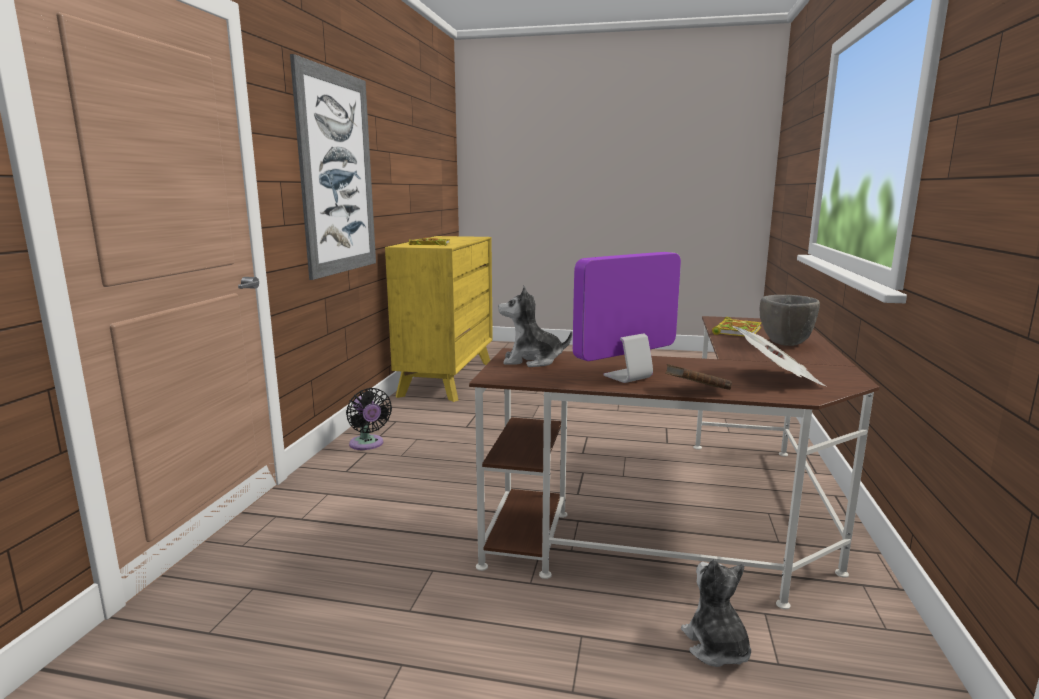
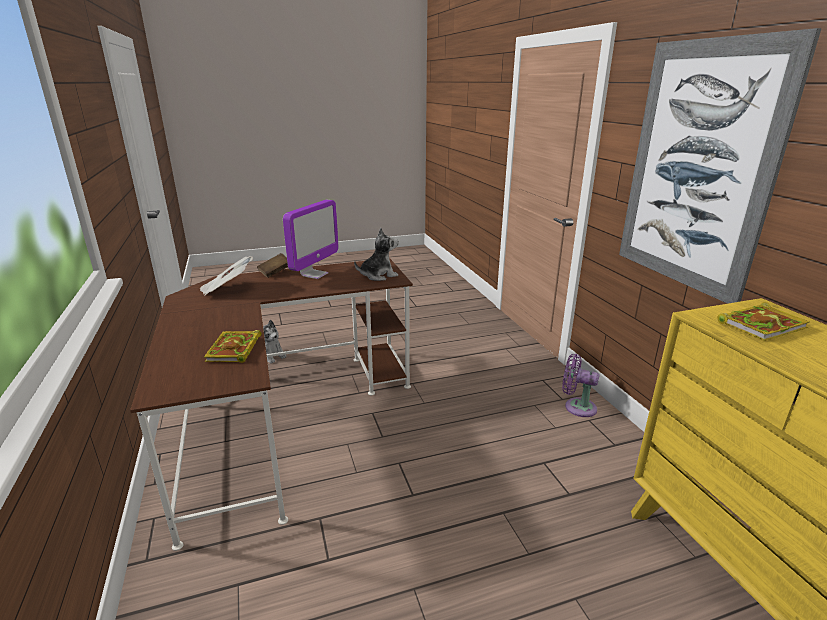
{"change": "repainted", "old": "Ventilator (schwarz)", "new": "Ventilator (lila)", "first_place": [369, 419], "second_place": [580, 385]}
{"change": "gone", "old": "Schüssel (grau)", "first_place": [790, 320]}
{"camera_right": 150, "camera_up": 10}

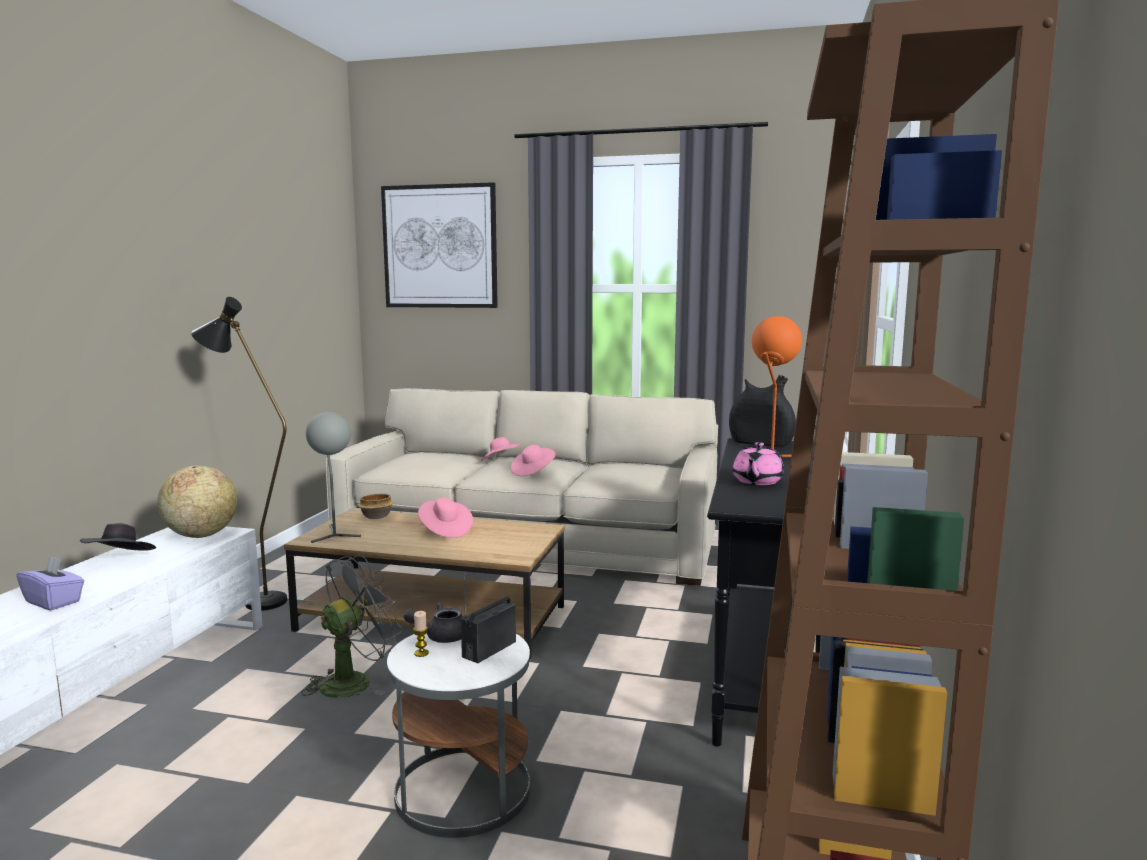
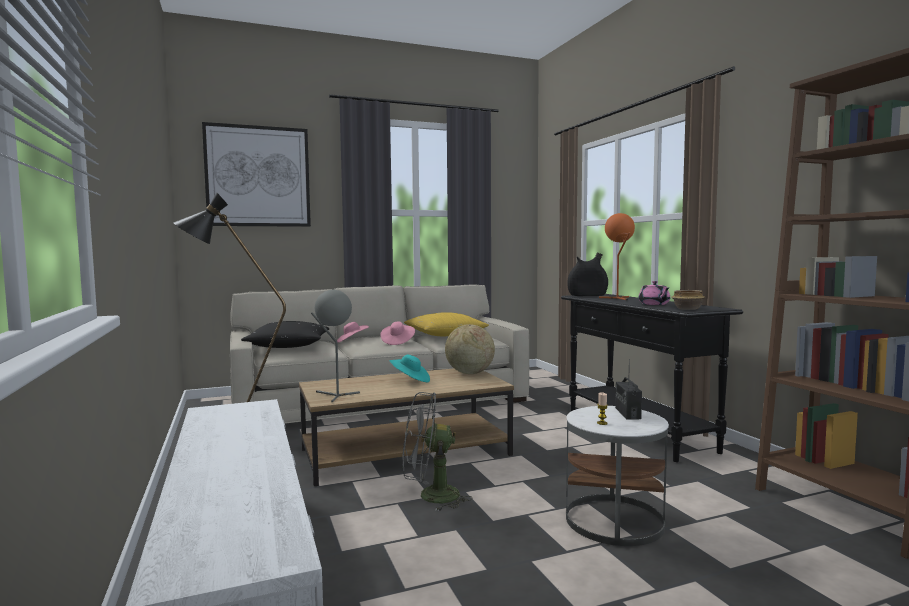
{"change": "new", "new": "Kissen (schwarz)", "second_place": [285, 334]}
{"change": "repainted", "old": "Hut (rosa)", "new": "Hut (türkis)", "first_place": [445, 518], "second_place": [410, 369]}
{"change": "rotated", "old": "Ventilator (grau)", "first_place": [352, 626], "second_place": [437, 452], "degrees": -105}
{"change": "new", "new": "Kissen (gelb)", "second_place": [446, 324]}
{"change": "shifted", "old": "Globus", "first_place": [197, 501], "second_place": [470, 349]}
{"change": "shifted", "old": "Schüssel", "first_place": [376, 506], "second_place": [688, 300]}
{"change": "gone", "old": "Taschentuchbox (lila)", "first_place": [50, 583]}
{"change": "gone", "old": "Hut (schwarz)", "first_place": [118, 537]}
{"change": "gone", "old": "Teekanne (grau)", "first_place": [433, 622]}
{"camera_right": -35, "camera_up": -5}

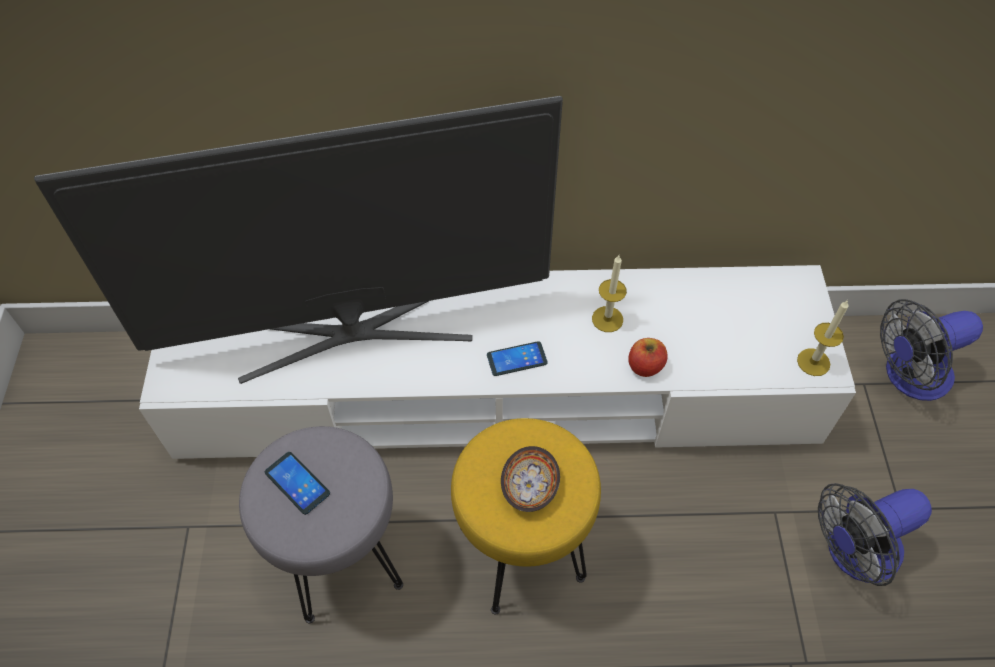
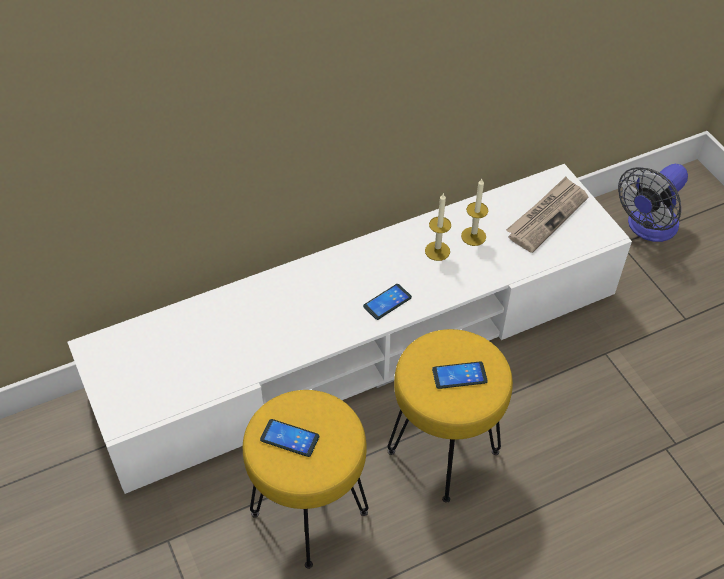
{"change": "repainted", "old": "Hocker (grau)", "new": "Hocker (gelb)", "first_place": [321, 524], "second_place": [306, 479]}
{"change": "swapped", "old": "Schüssel", "new": "Handy", "first_place": [530, 479], "second_place": [460, 375]}
{"change": "shifted", "old": "Kerze", "first_place": [823, 338], "second_place": [474, 212]}
{"change": "new", "new": "Zeitung", "second_place": [547, 215]}
{"change": "gone", "old": "Fernseher", "first_place": [298, 240]}
{"change": "gone", "old": "Apfel", "first_place": [647, 357]}
{"change": "gone", "old": "Ventilator", "first_place": [875, 534]}
{"camera_right": -25, "camera_up": -5}

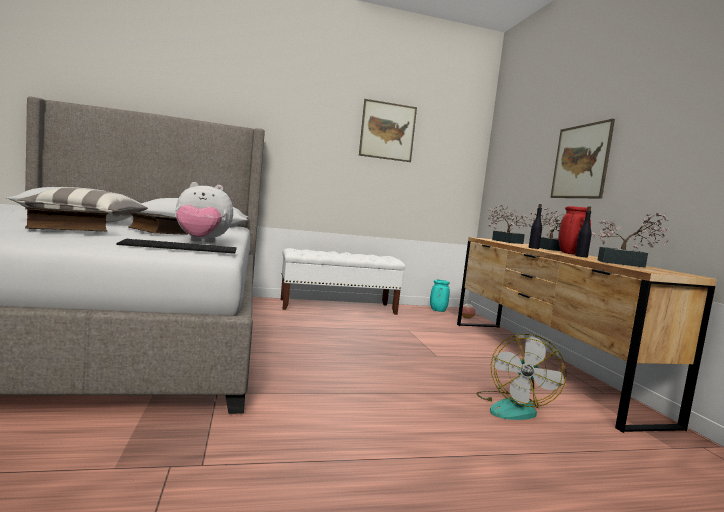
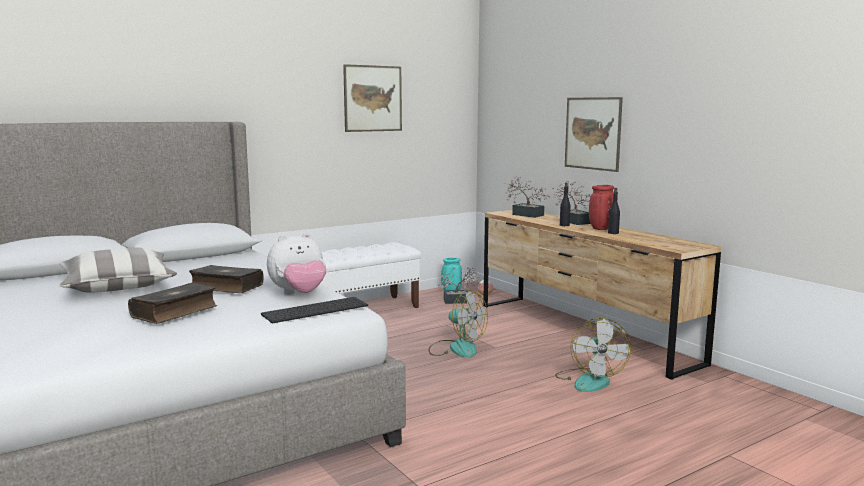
{"change": "new", "new": "Ventilator", "second_place": [458, 324]}
{"change": "shifted", "old": "Topfpflanze", "first_place": [630, 240], "second_place": [458, 285]}
{"camera_right": -20, "camera_up": 5}

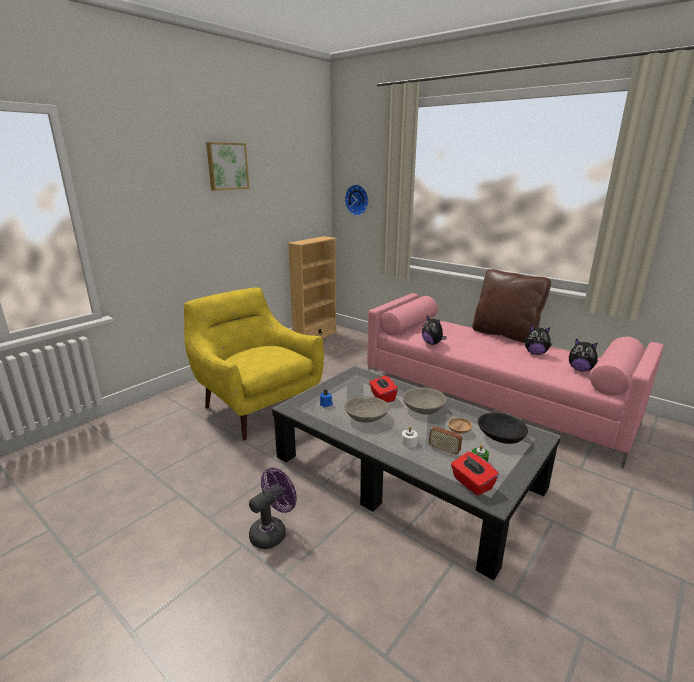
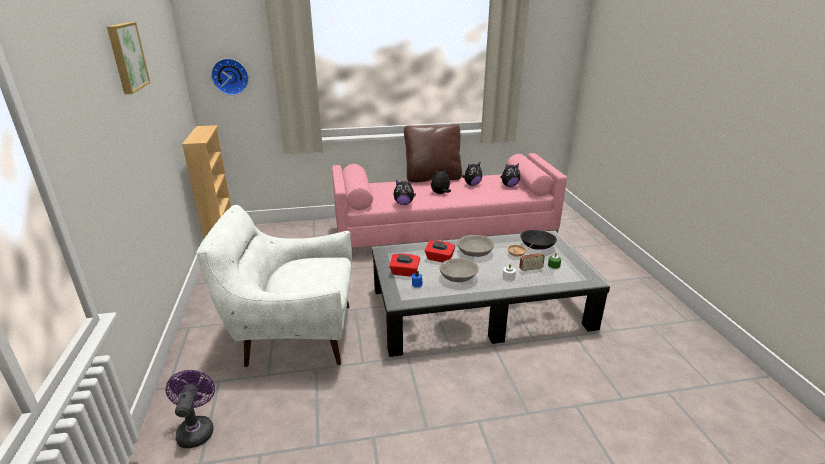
{"change": "shifted", "old": "Ventilator (lila)", "first_place": [273, 508], "second_place": [190, 409]}
{"change": "repainted", "old": "Sessel (gelb)", "new": "Sessel (weiß)", "first_place": [254, 364], "second_place": [274, 286]}
{"change": "shifted", "old": "Taschentuchbox (rot)", "first_place": [475, 474], "second_place": [404, 265]}
{"change": "new", "new": "Plüschtier", "second_place": [441, 181]}
{"camera_right": -50, "camera_up": 5}

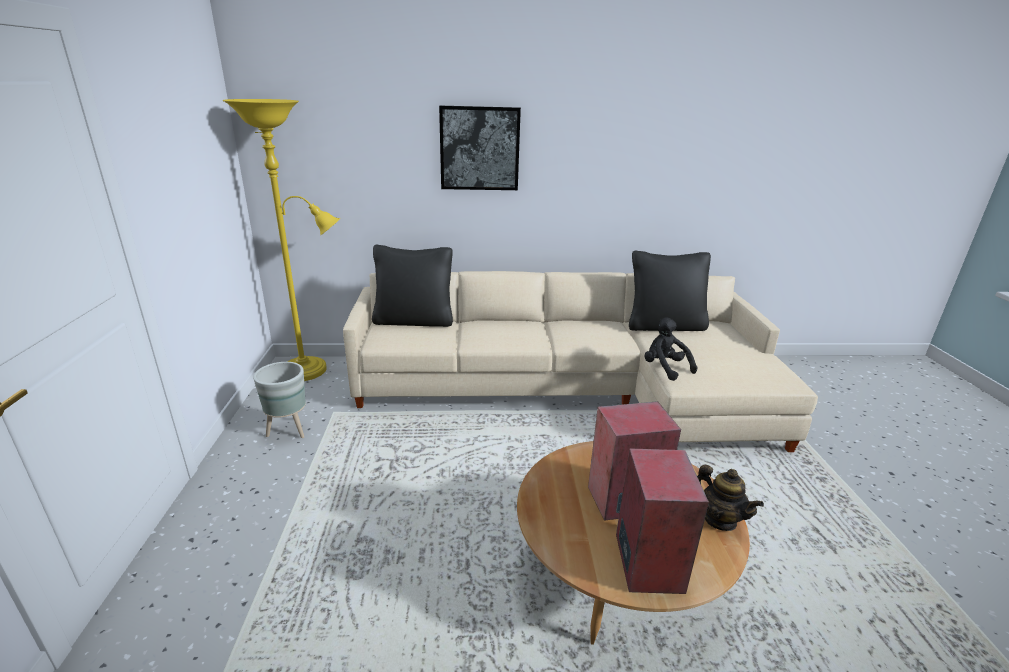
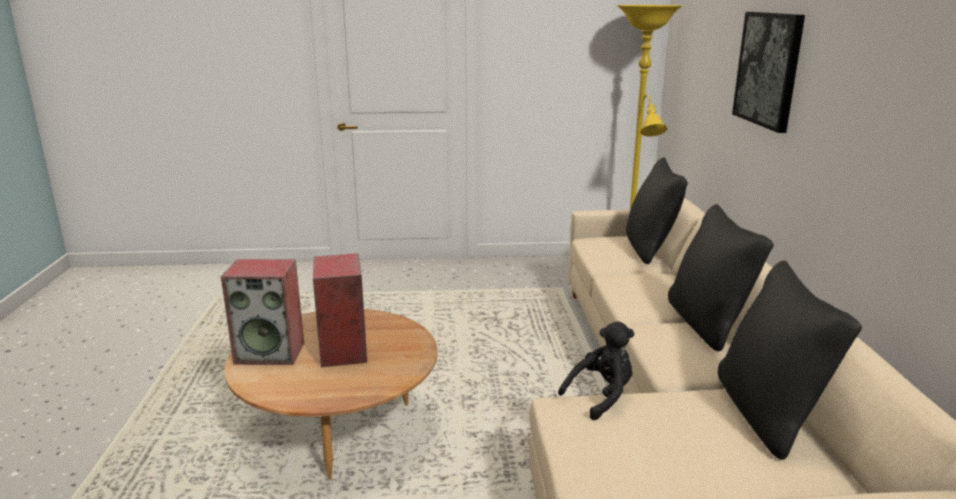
{"change": "new", "new": "Kissen (schwarz)", "second_place": [721, 277]}
{"change": "gone", "old": "Pflanzkübel (grau)", "first_place": [279, 400]}
{"change": "gone", "old": "Teekanne", "first_place": [730, 498]}
{"camera_right": 90, "camera_up": -5}

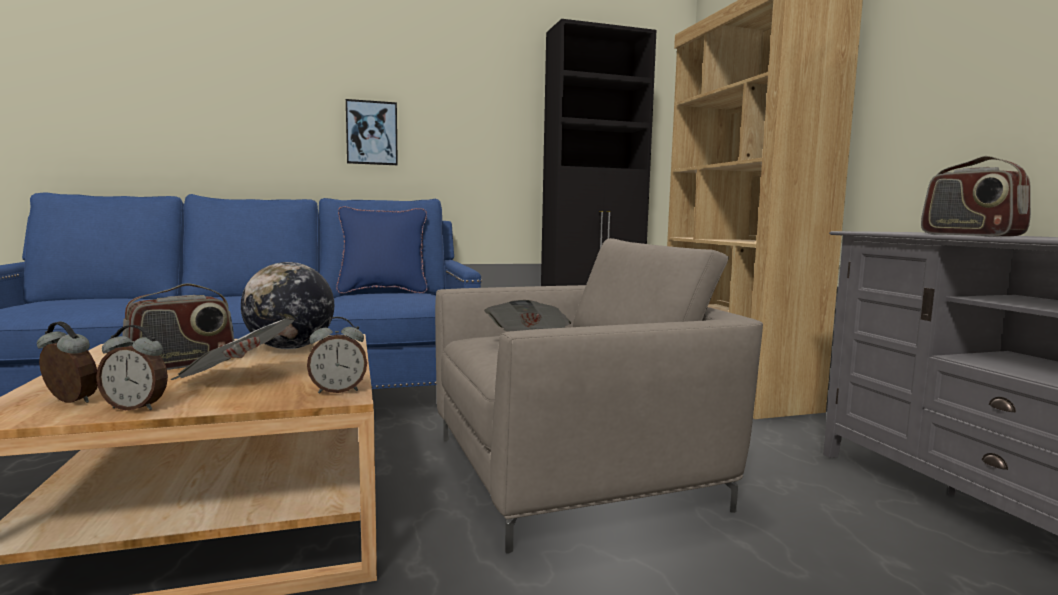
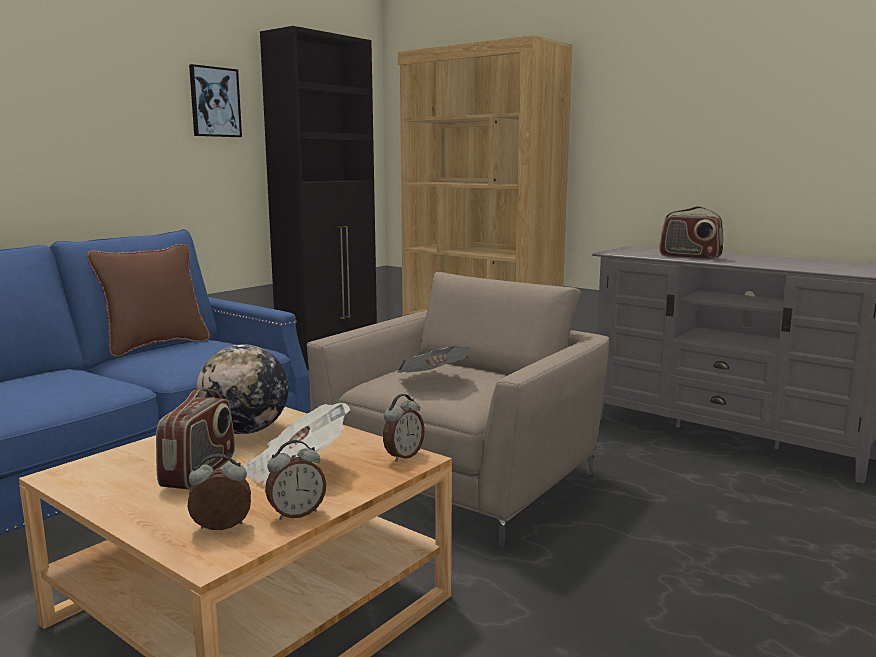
{"change": "repainted", "old": "Kissen (blau)", "new": "Kissen (braun)", "first_place": [382, 250], "second_place": [148, 300]}
{"change": "shifted", "old": "Bild", "first_place": [372, 132], "second_place": [215, 100]}
{"camera_right": -35, "camera_up": 5}

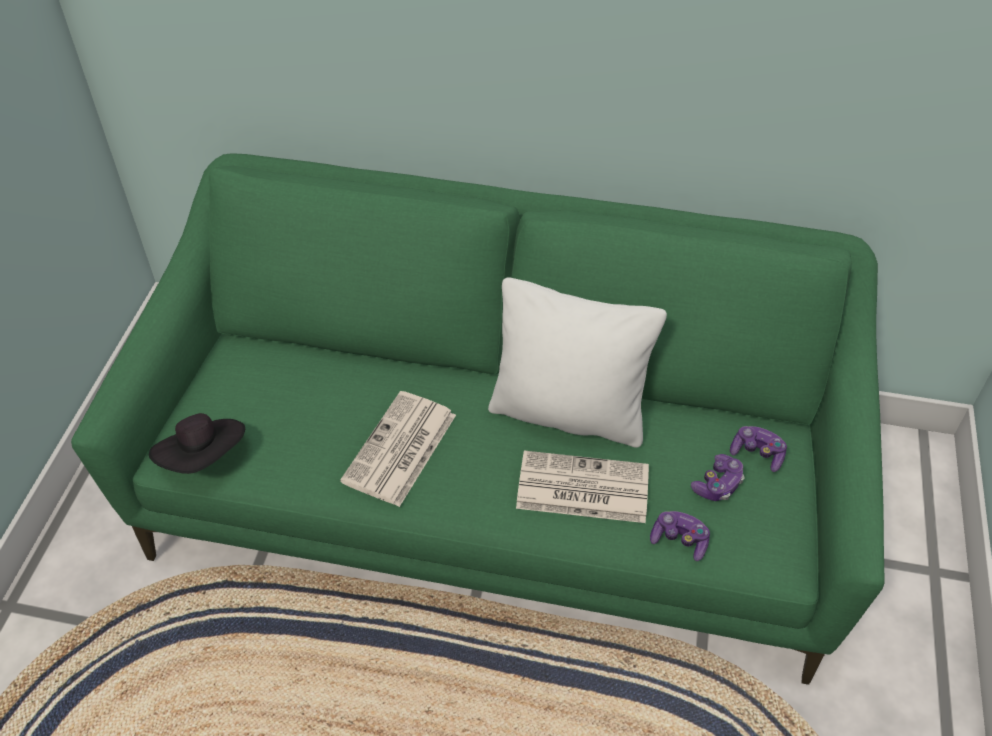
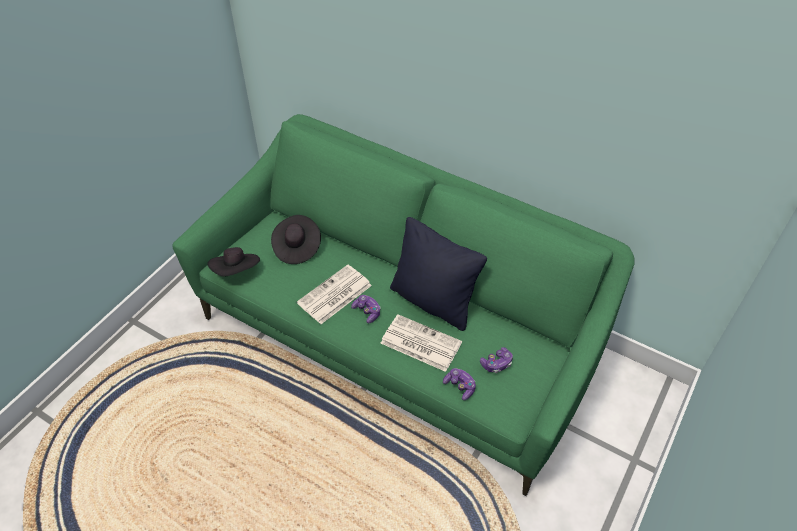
{"change": "new", "new": "Hut (schwarz)", "second_place": [296, 239]}
{"change": "shifted", "old": "Gamepad", "first_place": [758, 449], "second_place": [366, 309]}
{"change": "repainted", "old": "Kissen (weiß)", "new": "Kissen (schwarz)", "first_place": [577, 362], "second_place": [438, 274]}
{"camera_right": 20, "camera_up": 0}

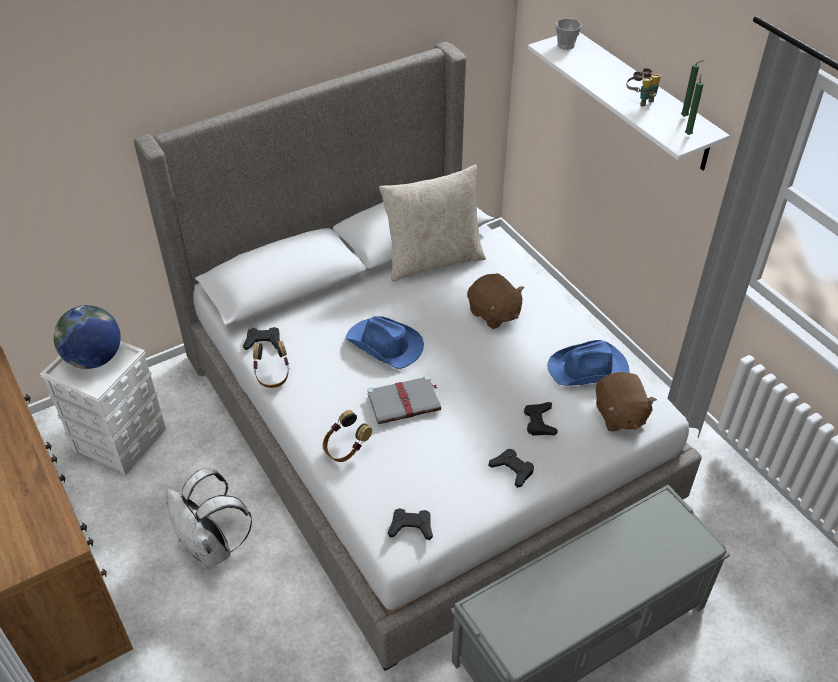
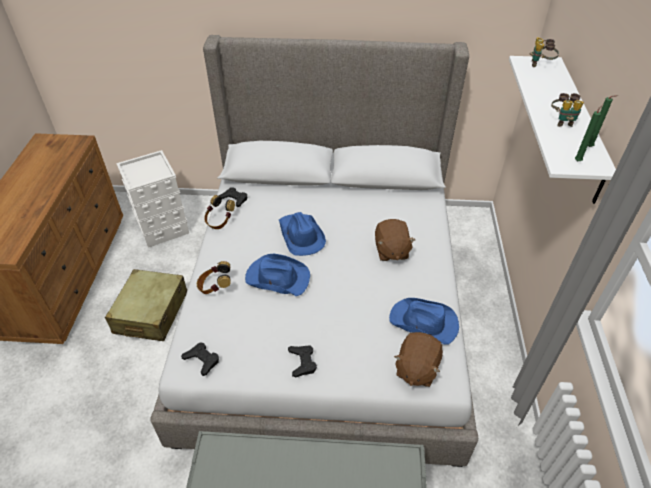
{"change": "swapped", "old": "Rucksack (weiß)", "new": "Koffer (beige)", "first_place": [209, 518], "second_place": [146, 305]}
{"change": "swapped", "old": "Buch (grau)", "new": "Hut (blau)", "first_place": [404, 400], "second_place": [277, 275]}
{"change": "swapped", "old": "Tasse", "new": "Fernglas", "first_place": [569, 34], "second_place": [544, 52]}
{"change": "gone", "old": "Globus", "first_place": [87, 337]}
{"change": "gone", "old": "Kissen (beige)", "first_place": [432, 223]}
{"change": "gone", "old": "Gamepad (schwarz)", "first_place": [541, 418]}
{"camera_right": 35, "camera_up": 0}

